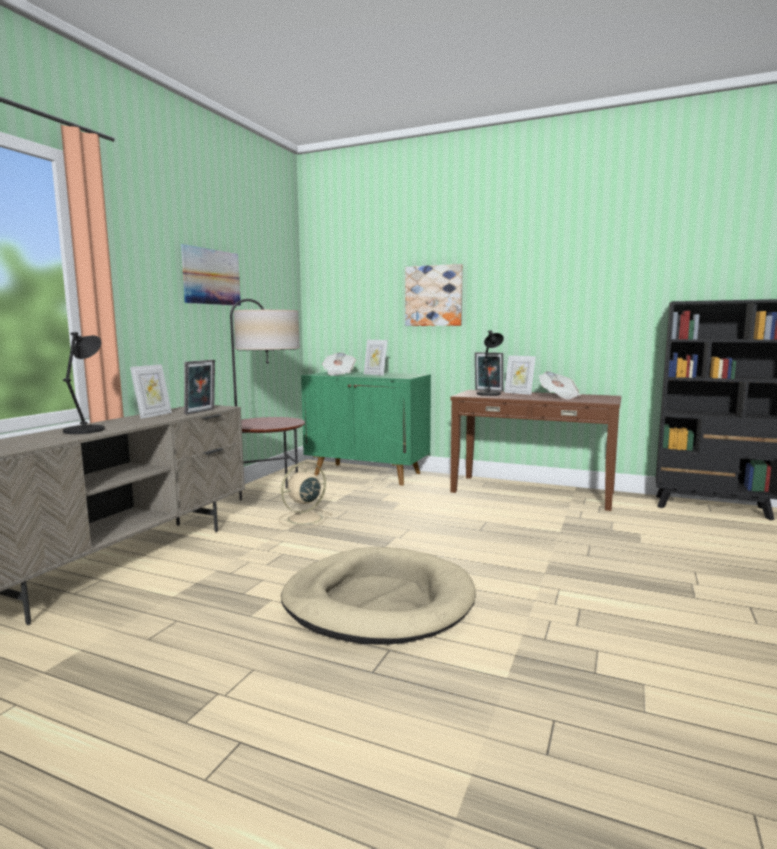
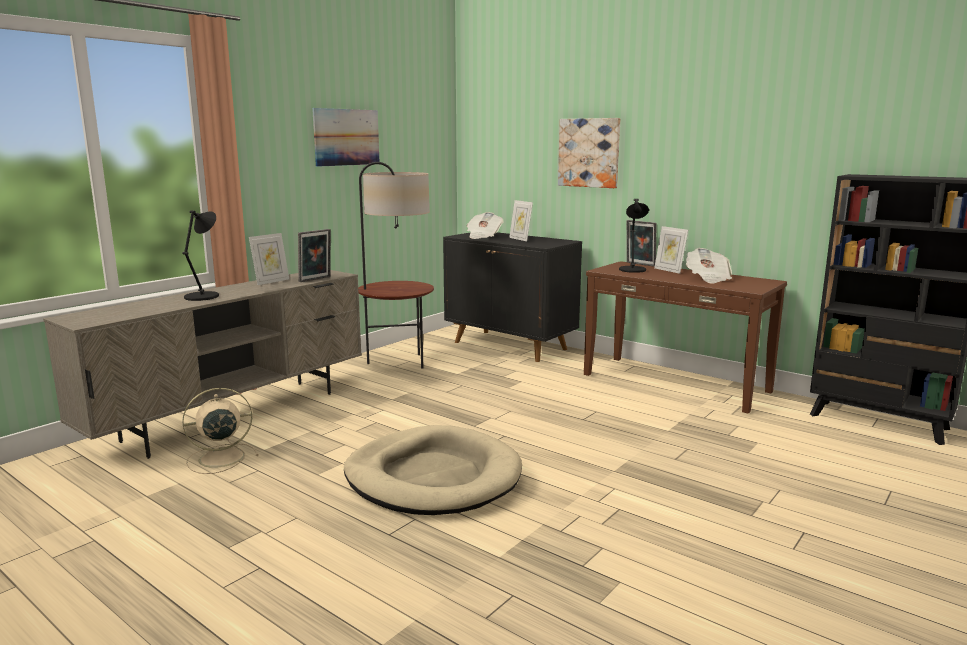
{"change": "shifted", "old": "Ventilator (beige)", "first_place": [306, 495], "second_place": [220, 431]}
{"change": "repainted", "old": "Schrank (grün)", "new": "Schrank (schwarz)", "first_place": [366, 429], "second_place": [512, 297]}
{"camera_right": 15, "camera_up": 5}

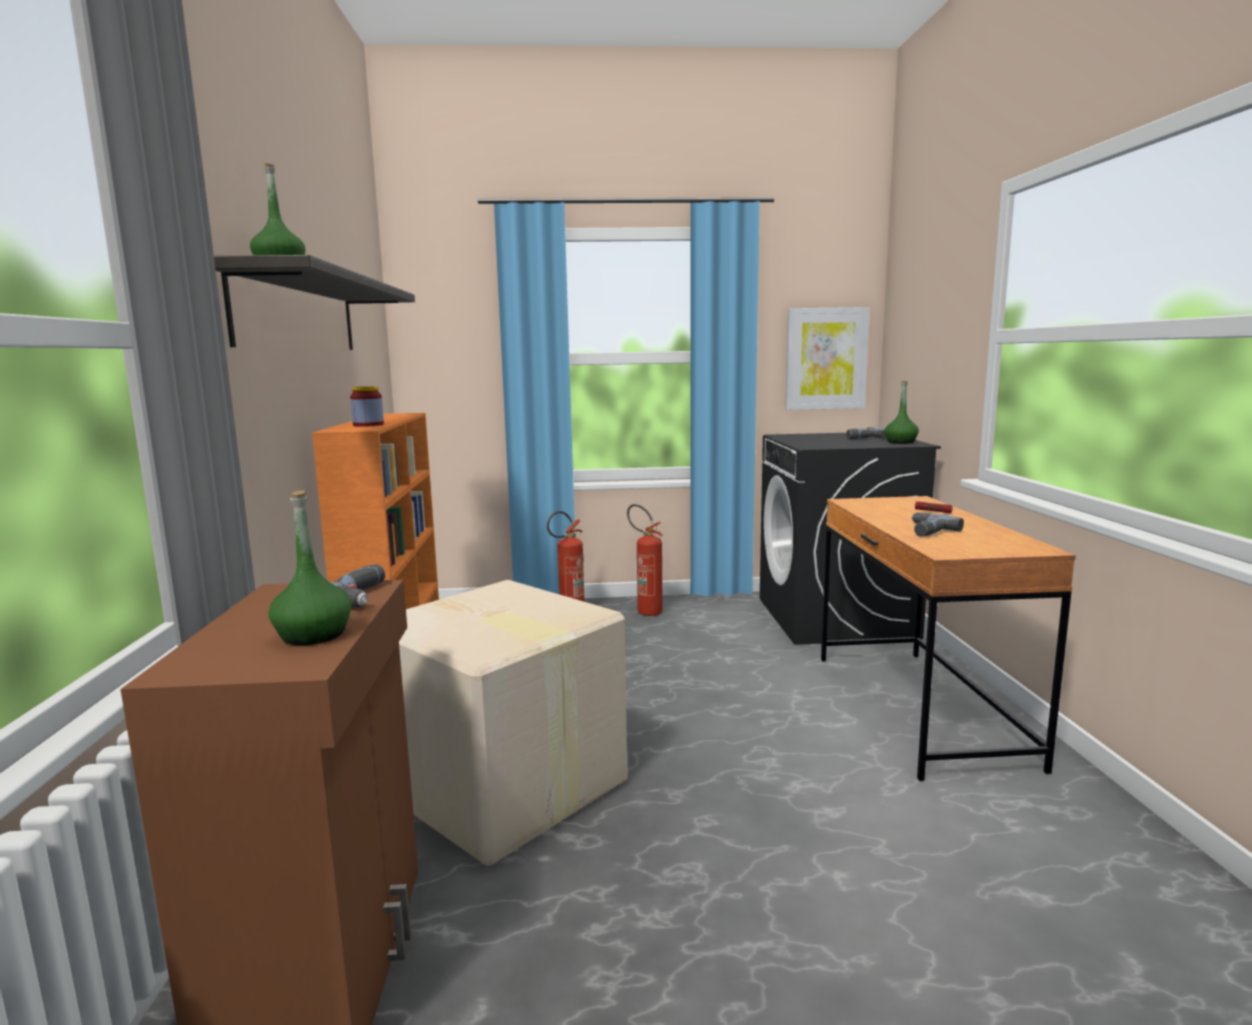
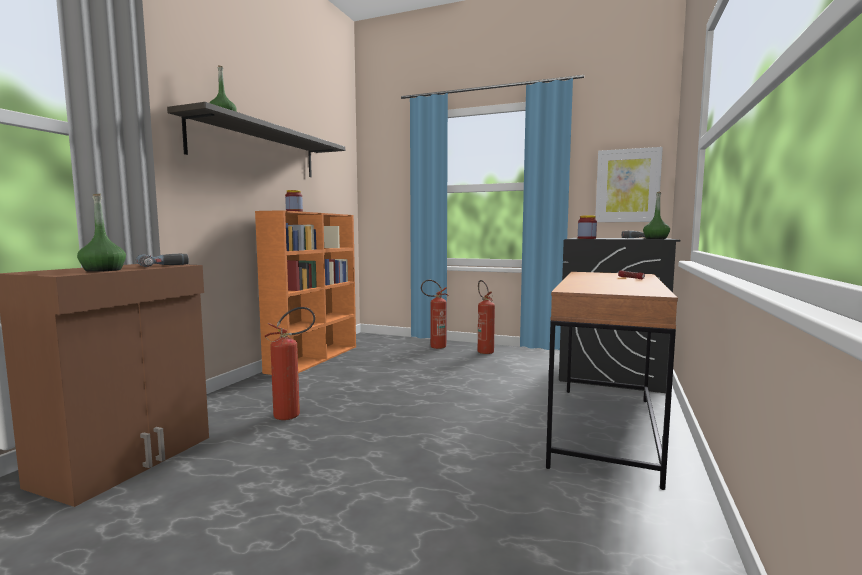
{"change": "swapped", "old": "Karton", "new": "Feuerlöscher", "first_place": [513, 723], "second_place": [290, 363]}
{"change": "new", "new": "Vorratsglas", "second_place": [587, 227]}
{"change": "gone", "old": "Bohrmaschine", "first_place": [937, 524]}
{"camera_right": 25, "camera_up": -5}

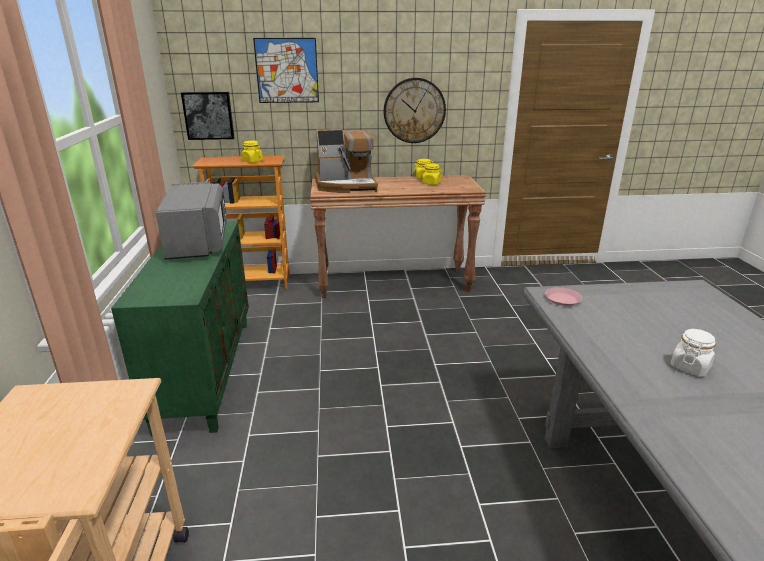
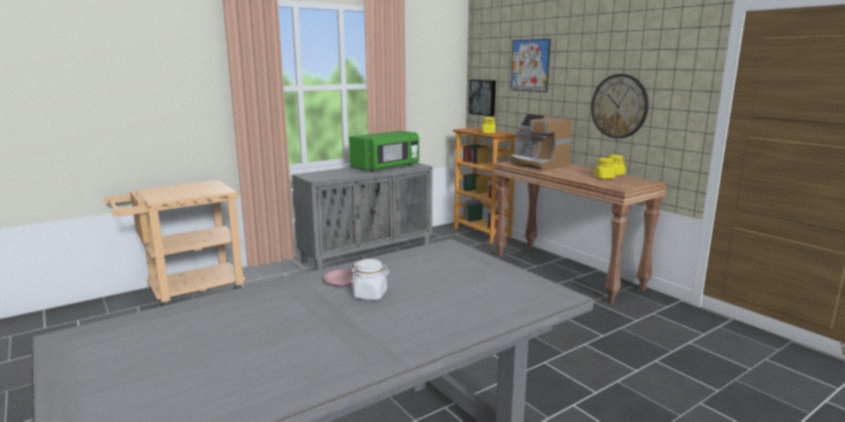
{"change": "repainted", "old": "Schrank (grün)", "new": "Schrank (grau)", "first_place": [180, 329], "second_place": [362, 216]}
{"change": "shifted", "old": "Teller (rosa)", "first_place": [563, 296], "second_place": [340, 278]}
{"change": "repainted", "old": "Mikrowelle (grau)", "new": "Mikrowelle (grün)", "first_place": [191, 221], "second_place": [384, 151]}
{"camera_right": 60, "camera_up": -10}

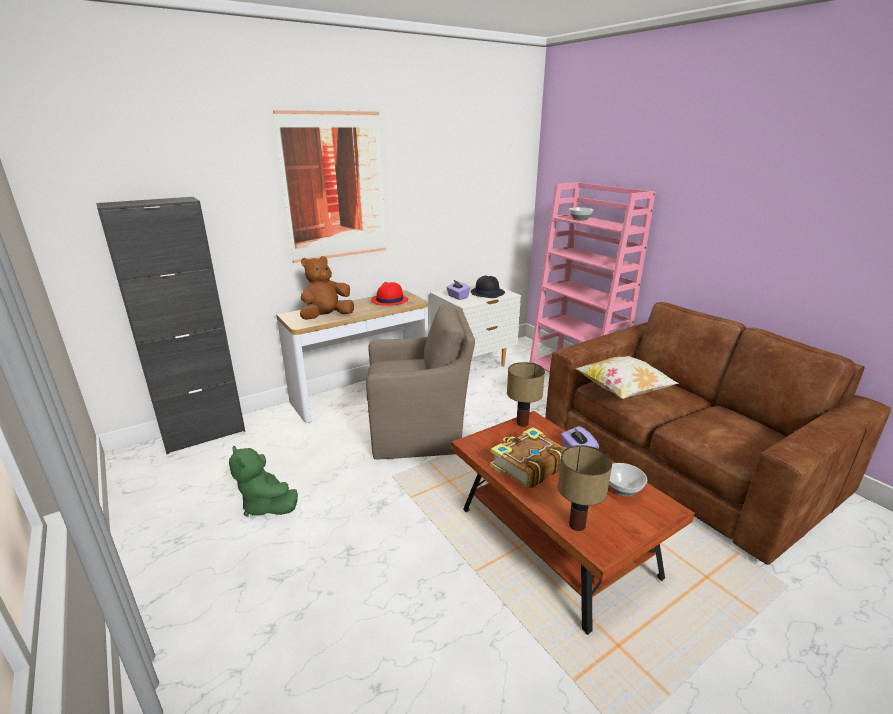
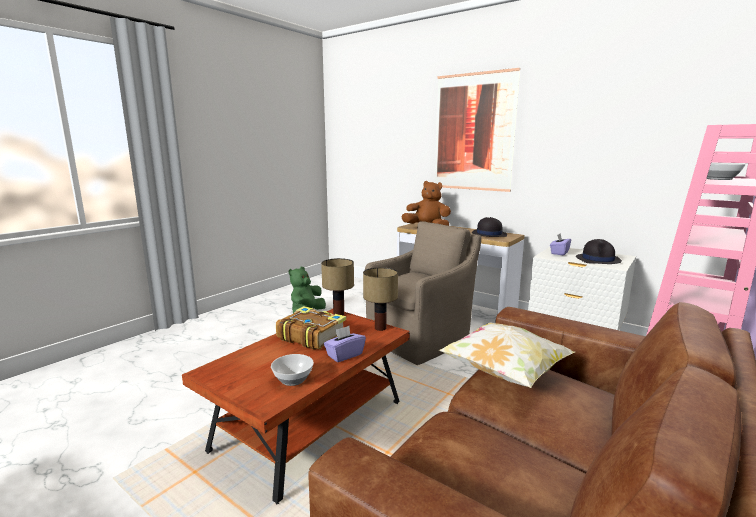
{"change": "shifted", "old": "Tischlampe", "first_place": [585, 488], "second_place": [337, 287]}
{"change": "rotated", "old": "Sessel (braun)", "first_place": [420, 381], "second_place": [423, 293], "degrees": -105}
{"change": "repainted", "old": "Hut (rot)", "new": "Hut (schwarz)", "first_place": [389, 294], "second_place": [489, 227]}
{"change": "gone", "old": "Schrank (schwarz)", "first_place": [170, 325]}
{"camera_right": 70, "camera_up": -10}

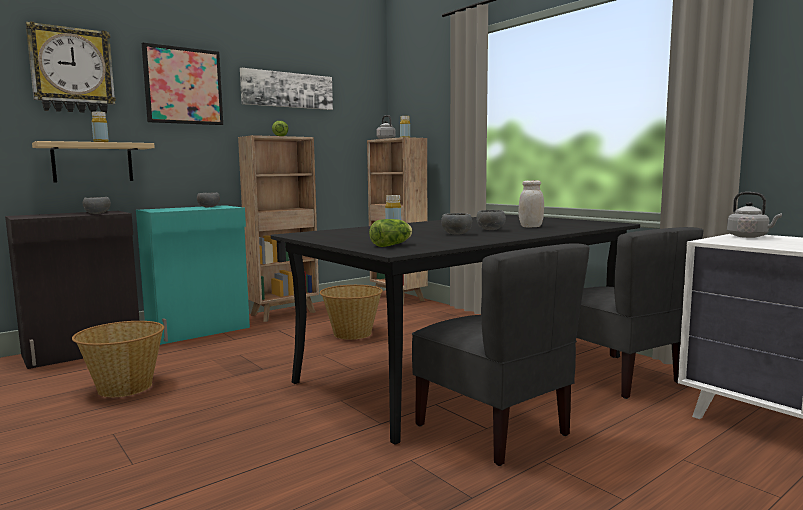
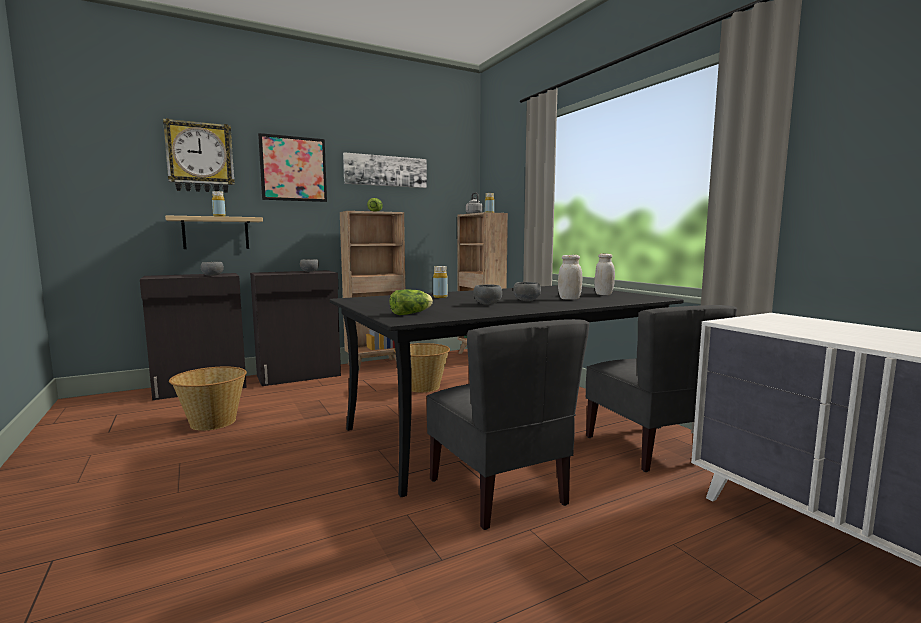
{"change": "repainted", "old": "Schrank (türkis)", "new": "Schrank (schwarz)", "first_place": [193, 275], "second_place": [295, 328]}
{"change": "new", "new": "Vorratsglas (weiß)", "second_place": [605, 274]}
{"change": "gone", "old": "Wasserkessel (grau)", "first_place": [754, 215]}
{"camera_right": 10, "camera_up": 0}

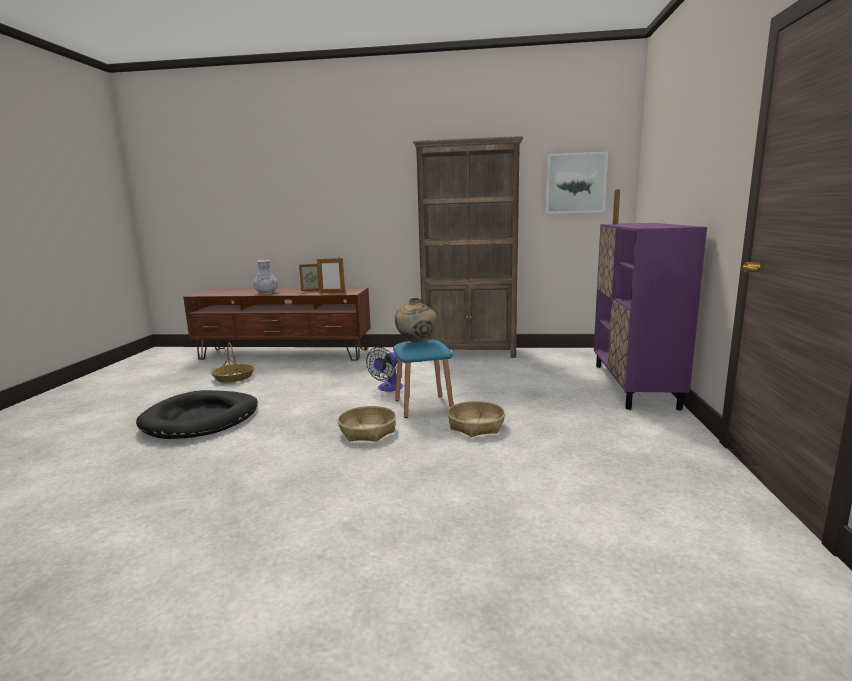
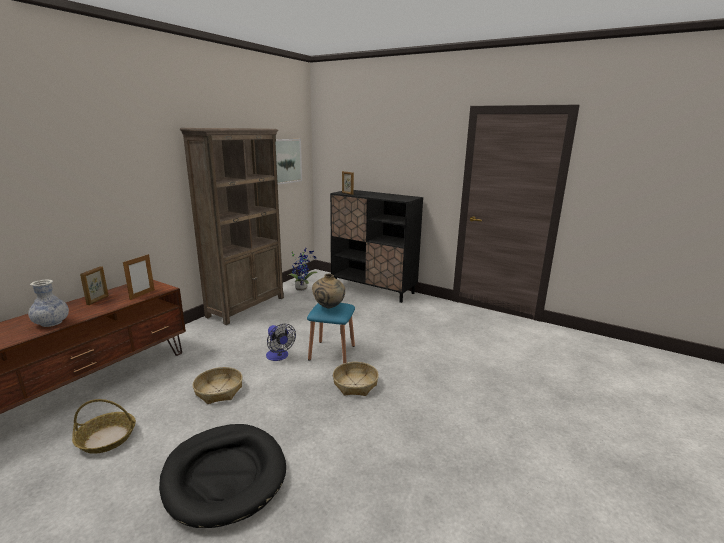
{"change": "shifted", "old": "Korb", "first_place": [476, 419], "second_place": [218, 385]}
{"change": "new", "new": "Topfpflanze", "second_place": [303, 269]}
{"change": "repainted", "old": "Schrank (lila)", "new": "Schrank (schwarz)", "first_place": [650, 317], "second_place": [376, 246]}
{"camera_right": -65, "camera_up": 5}

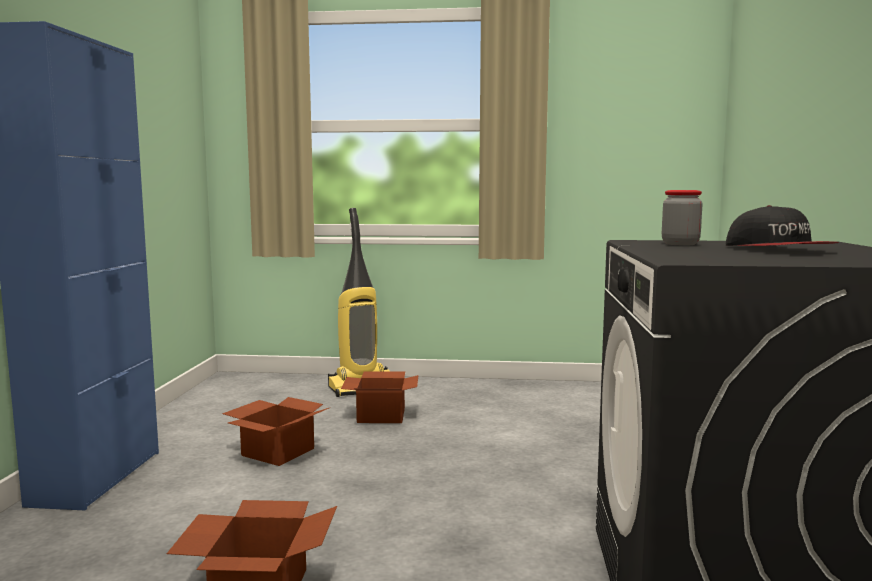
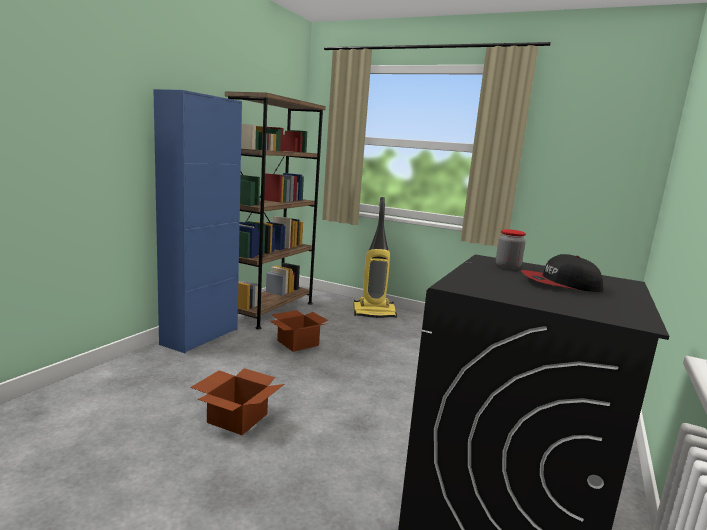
{"change": "new", "new": "Bücherregal (braun)", "second_place": [275, 210]}
{"change": "rotated", "old": "Kappe", "first_place": [782, 225], "second_place": [562, 273], "degrees": 90}
{"change": "gone", "old": "Karton", "first_place": [380, 397]}
{"camera_right": 20, "camera_up": 5}

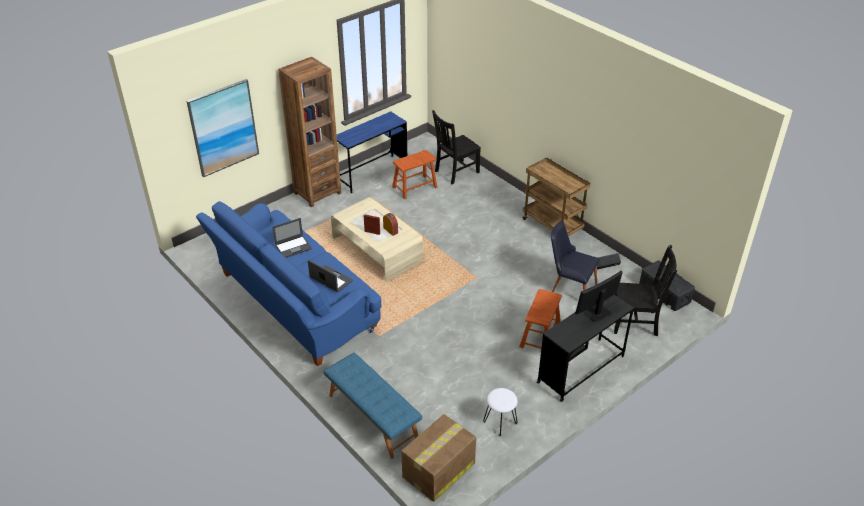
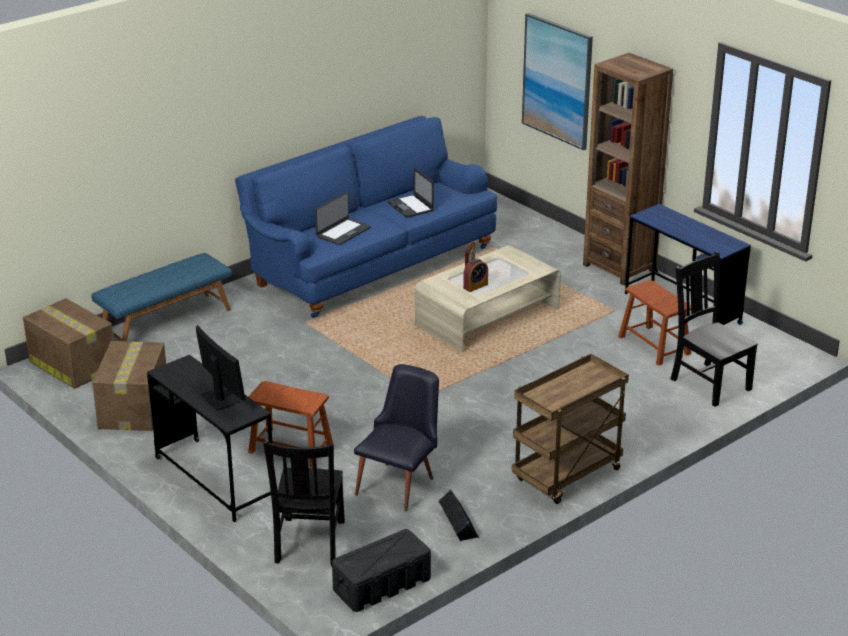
{"change": "swapped", "old": "Hocker (weiß)", "new": "Karton", "first_place": [500, 412], "second_place": [129, 386]}
{"camera_right": 90, "camera_up": -10}

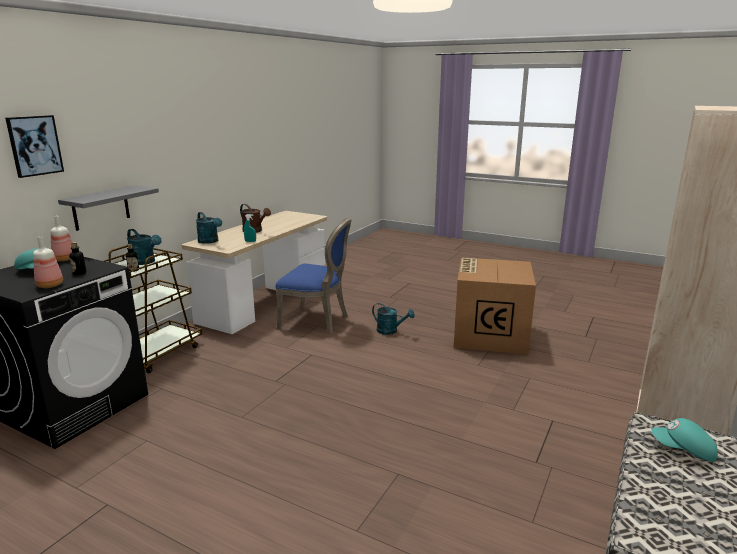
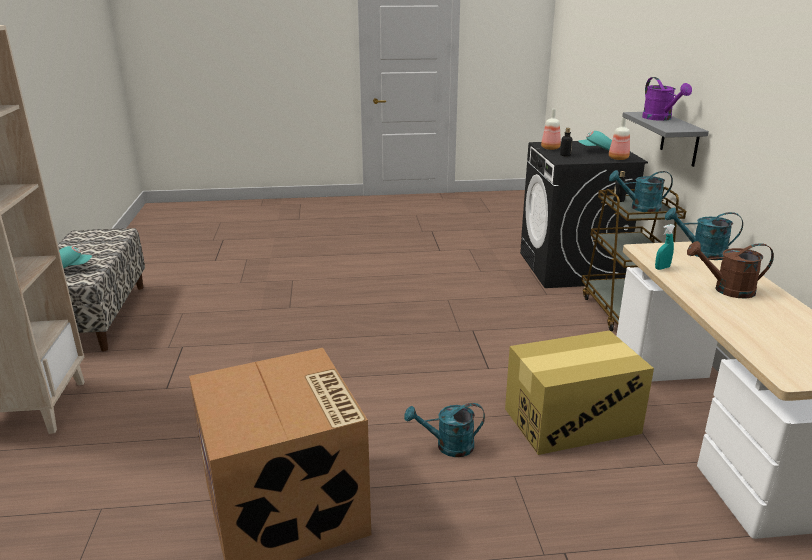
{"change": "swapped", "old": "Stuhl (blau)", "new": "Karton", "first_place": [313, 276], "second_place": [579, 392]}
{"change": "new", "new": "Gießkanne (lila)", "second_place": [667, 99]}
{"change": "gone", "old": "Bild", "first_place": [34, 146]}
{"camera_right": 145, "camera_up": 5}

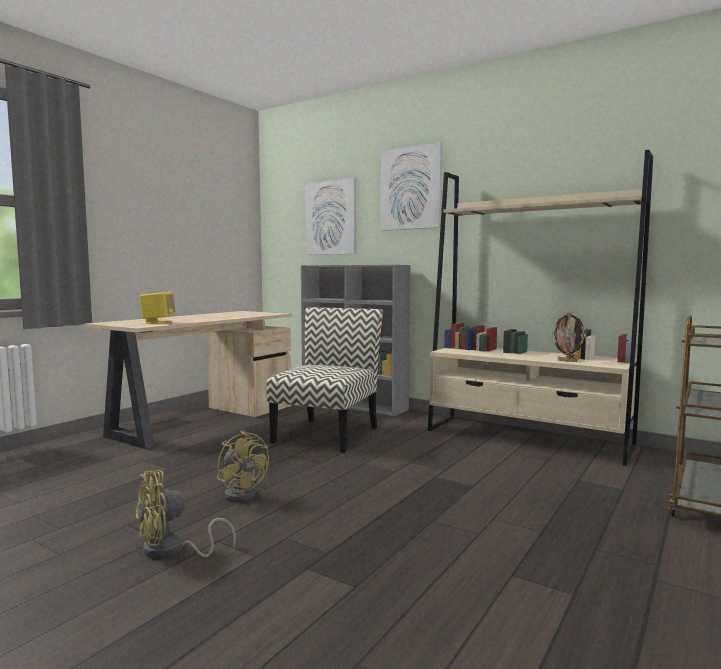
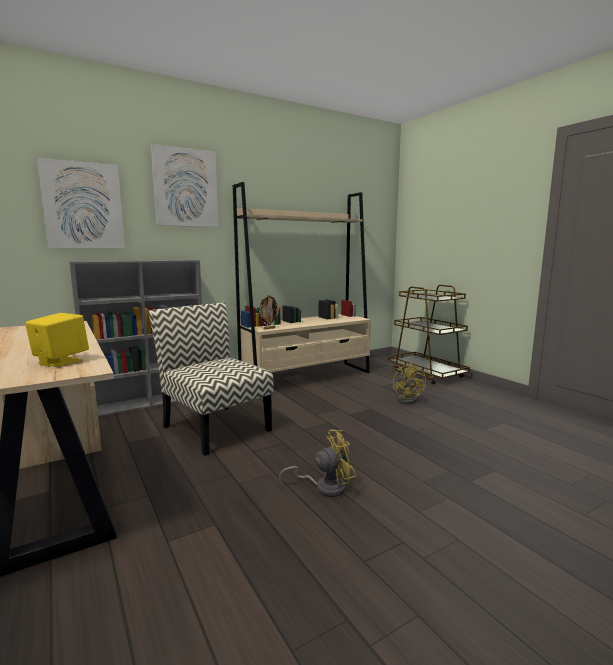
{"change": "shifted", "old": "Bilderrahmen", "first_place": [569, 337], "second_place": [269, 312]}
{"change": "shifted", "old": "Ventilator (gelb)", "first_place": [185, 514], "second_place": [409, 383]}
{"camera_right": -65, "camera_up": 5}

